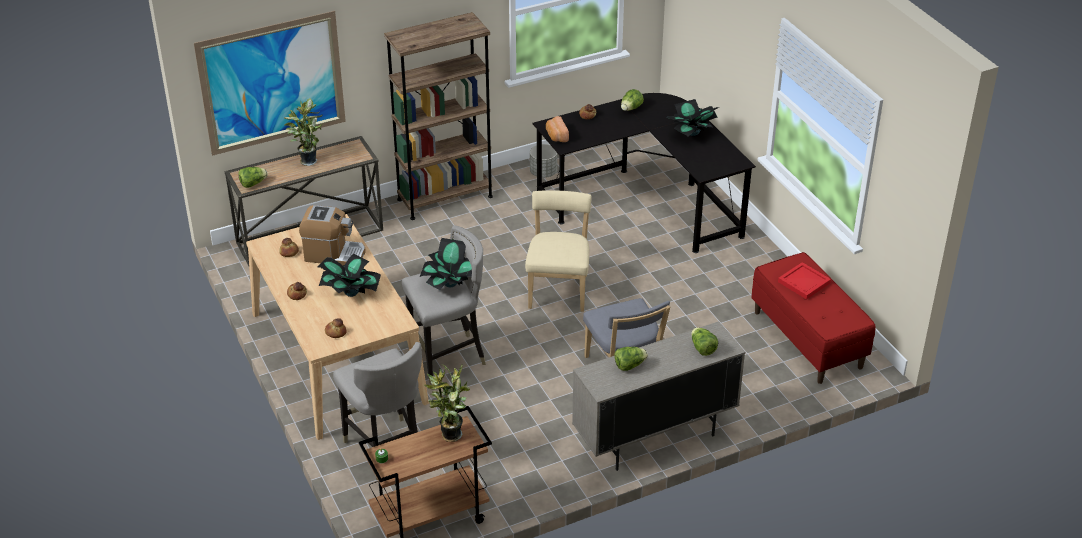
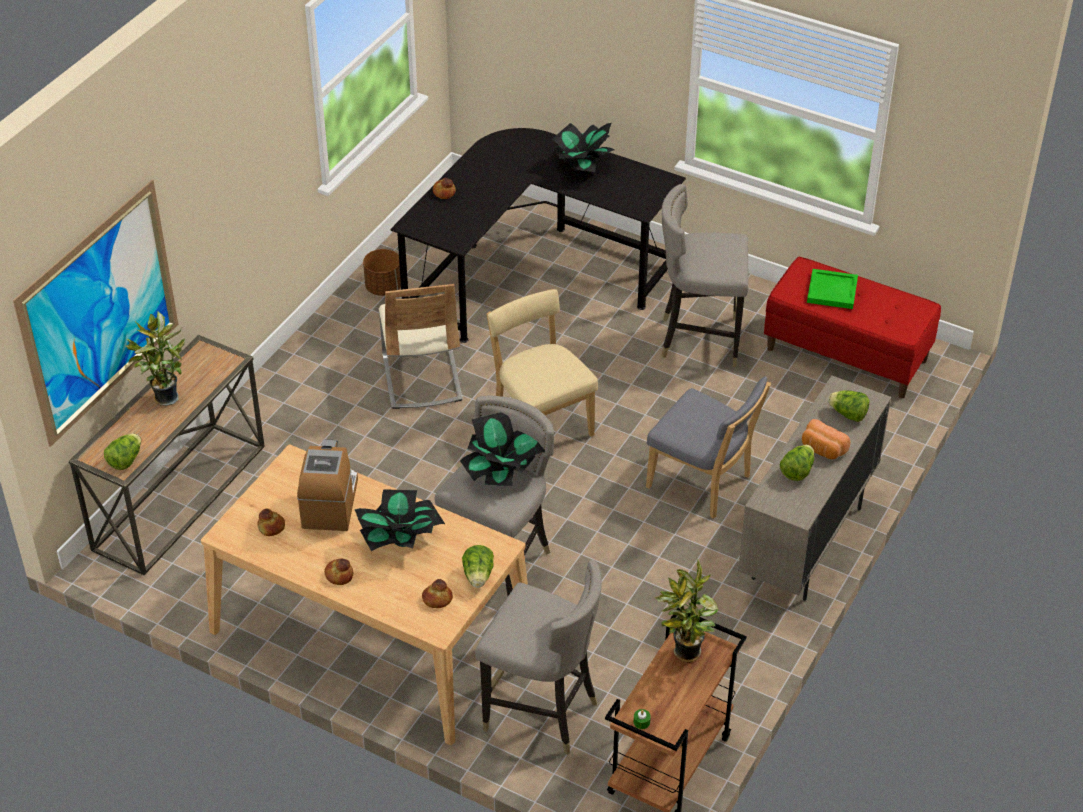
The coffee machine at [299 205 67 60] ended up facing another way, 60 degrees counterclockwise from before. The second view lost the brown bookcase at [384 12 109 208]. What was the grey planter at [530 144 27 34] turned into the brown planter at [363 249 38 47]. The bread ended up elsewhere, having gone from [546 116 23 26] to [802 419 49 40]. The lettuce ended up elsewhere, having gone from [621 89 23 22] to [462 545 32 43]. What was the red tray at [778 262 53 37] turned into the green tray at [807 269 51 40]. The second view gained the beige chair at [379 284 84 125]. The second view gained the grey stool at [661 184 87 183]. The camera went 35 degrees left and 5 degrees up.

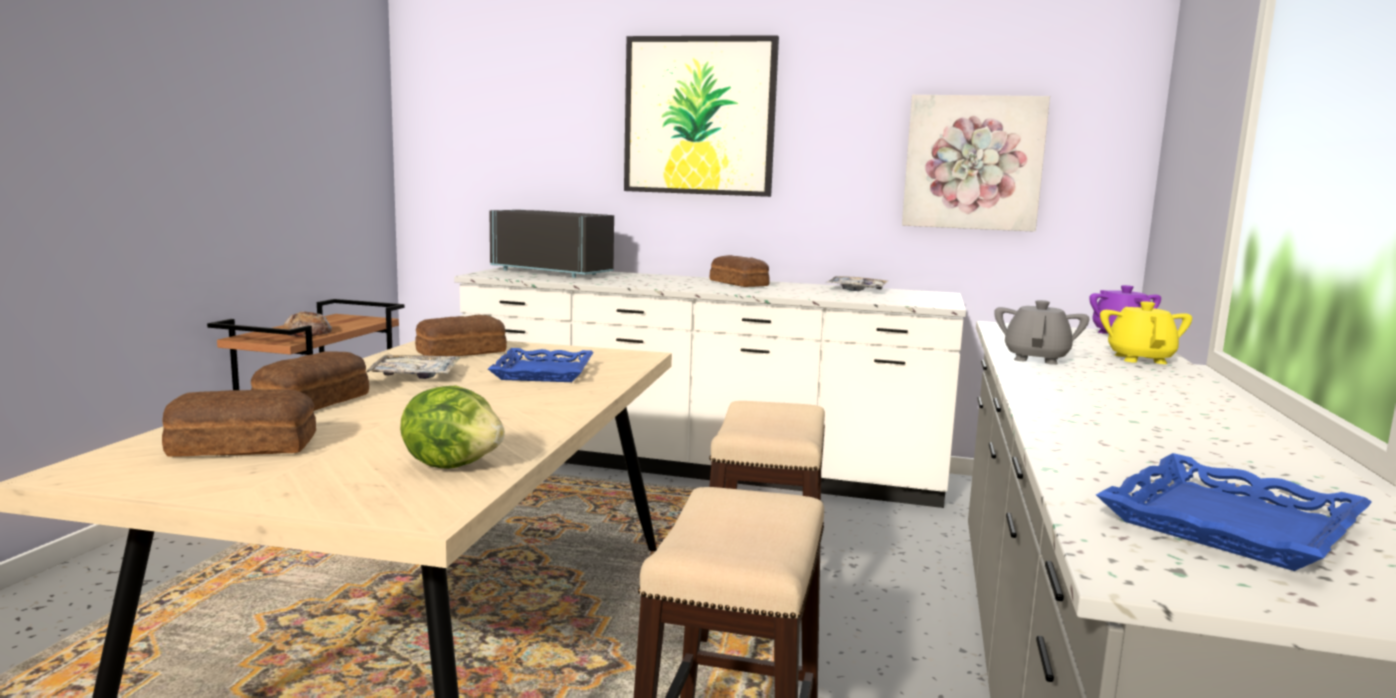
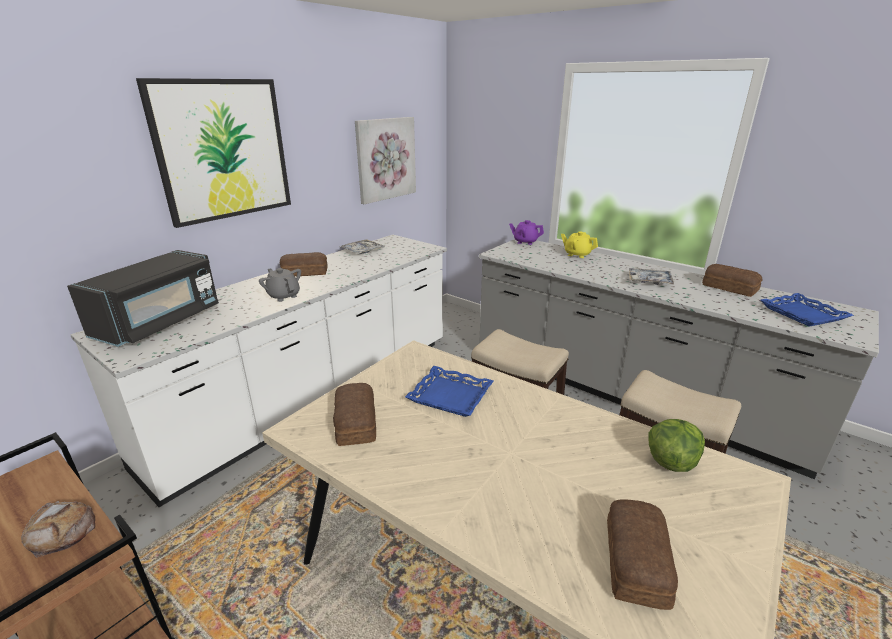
The bread ended up elsewhere, having gone from [251 351 118 60] to [702 264 61 33]. The tray ended up elsewhere, having gone from [366 355 94 24] to [629 268 45 17]. The black microwave at [489 210 125 68] ended up facing another way, 150 degrees clockwise from before. The grey teapot ended up elsewhere, having gone from [994 300 95 65] to [259 268 42 34]. The camera went 65 degrees left and 15 degrees up.

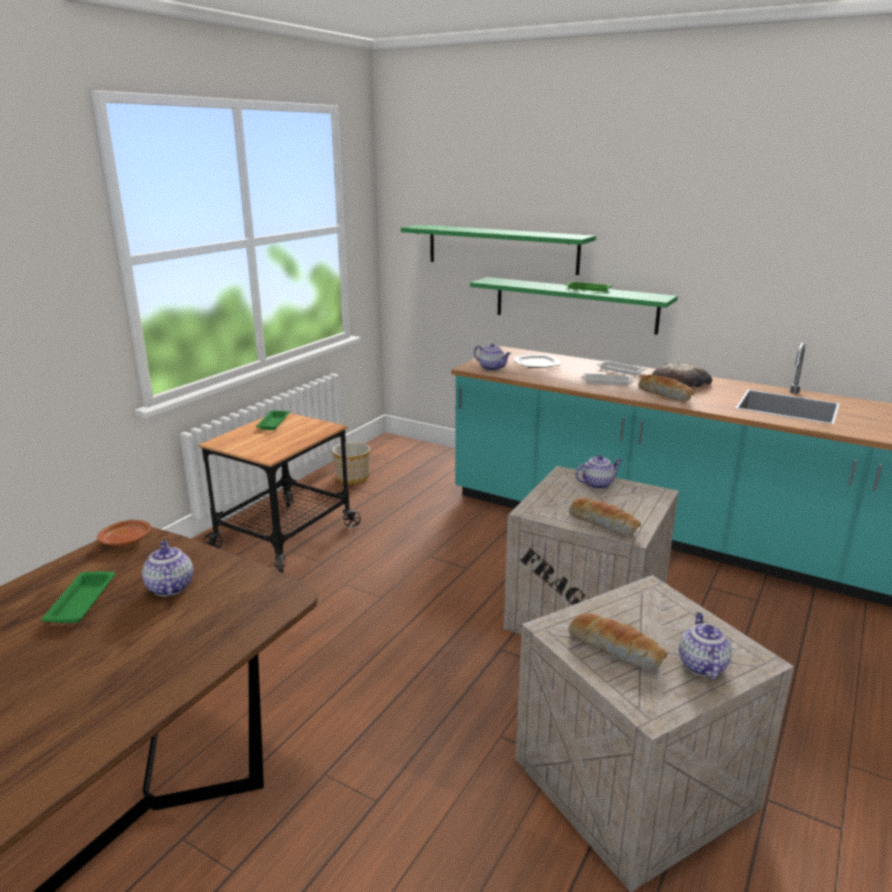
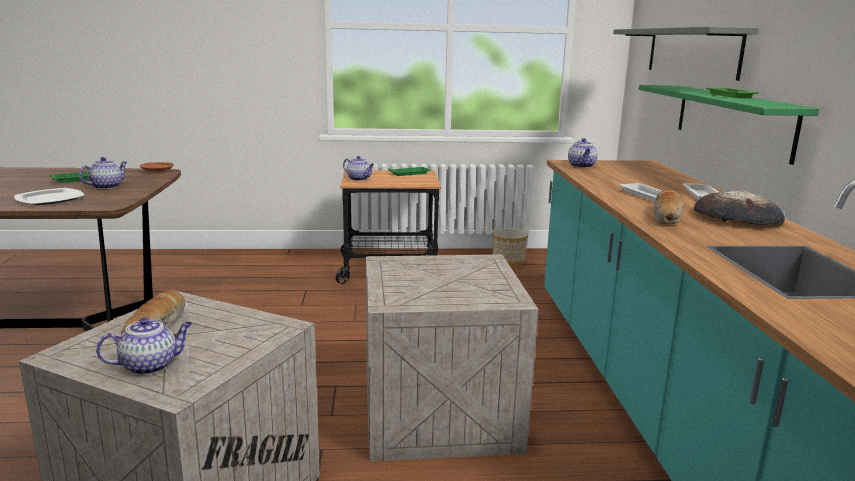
What was the green shelf at [401 225 195 50] turned into the grey shelf at [613 27 145 54]. The plate ended up elsewhere, having gone from [514 354 47 14] to [14 188 71 17]. The second view lost the bread at [569 498 72 38]. The teapot ended up elsewhere, having gone from [575 455 47 34] to [343 156 32 25]. The camera went 55 degrees right and 5 degrees down.

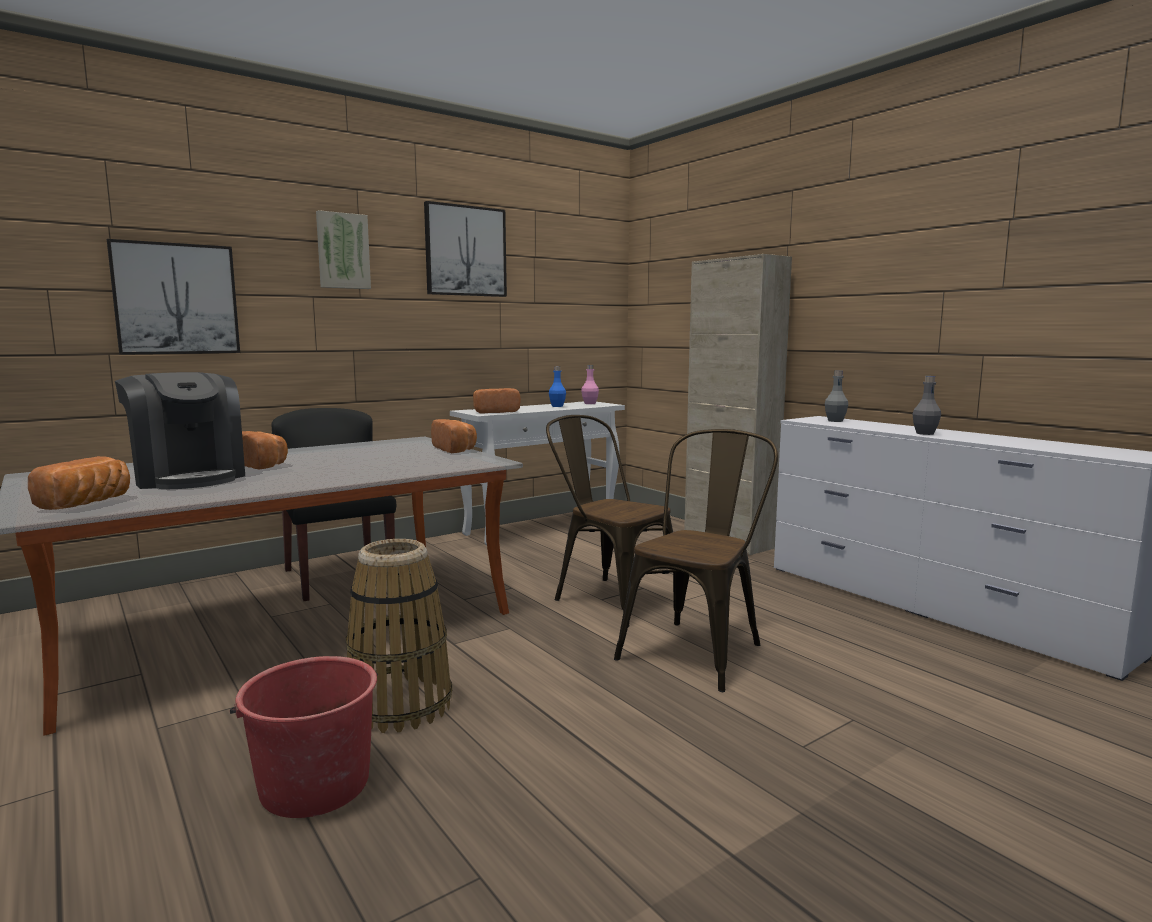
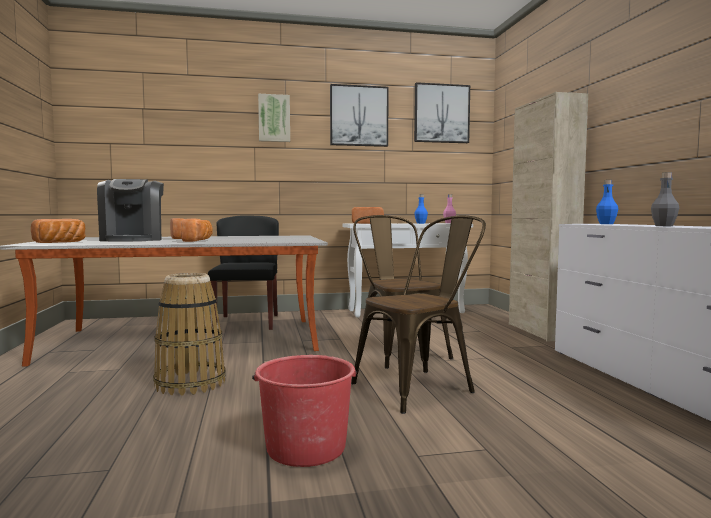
The picture ended up elsewhere, having gone from [107 239 133 116] to [414 82 56 61]. The red bucket ended up elsewhere, having gone from [230 656 148 162] to [252 355 105 112]. The bread ended up elsewhere, having gone from [431 419 46 34] to [181 219 32 23]. What was the grey bottle at [825 370 23 52] turned into the blue bottle at [596 180 22 44]. The camera went 25 degrees right and 5 degrees down.

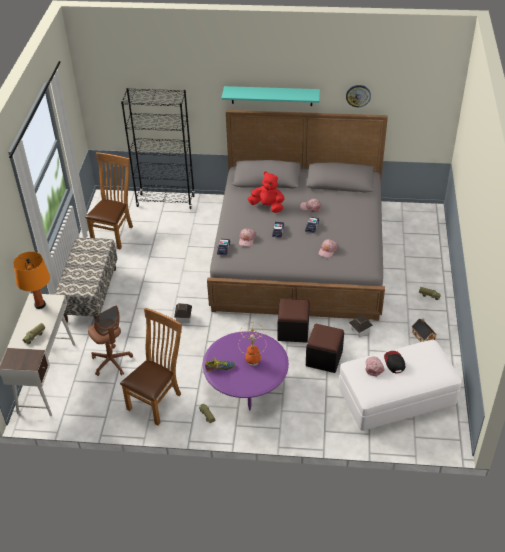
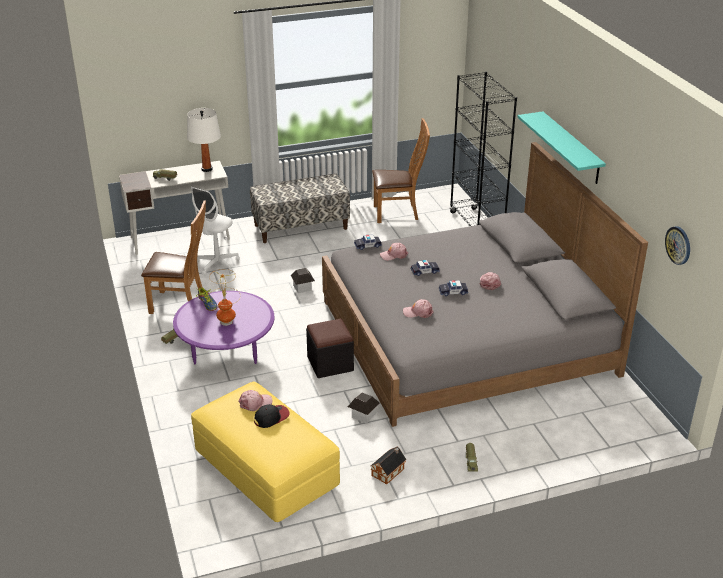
What was the orange table lamp at [13 252 37 57] turned into the white table lamp at [187 108 34 64]. What was the brown office chair at [88 306 45 70] turned into the white office chair at [191 187 48 89]. The second view lost the red plush toy at [248 172 37 41]. The second view lost the black ottoman at [306 324 38 49]. What was the white ottoman at [339 340 123 91] turned into the yellow ottoman at [191 382 149 140]. The wall clock ended up elsewhere, having gone from [346 85 25 22] to [665 226 25 39]. The camera went 65 degrees right and 10 degrees down.

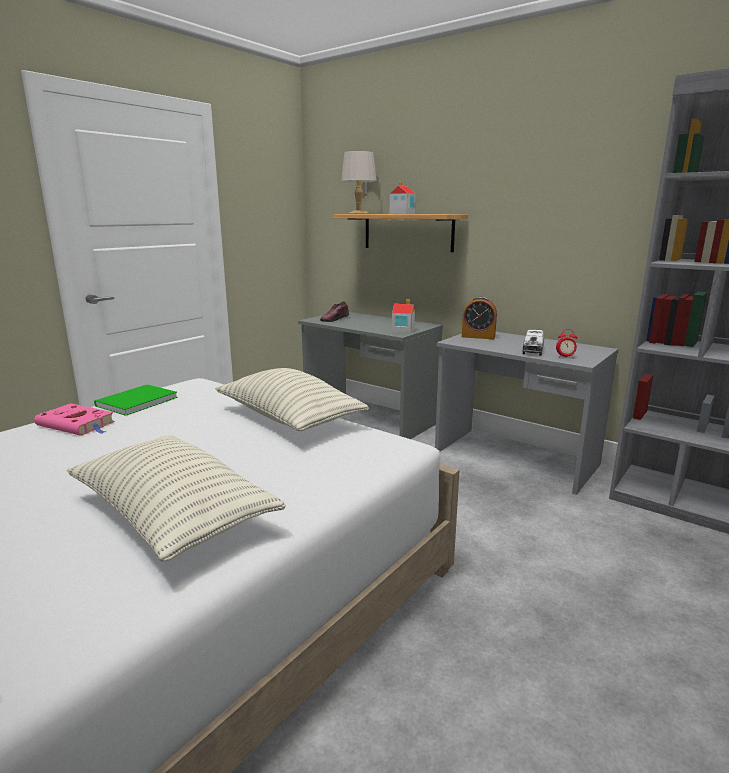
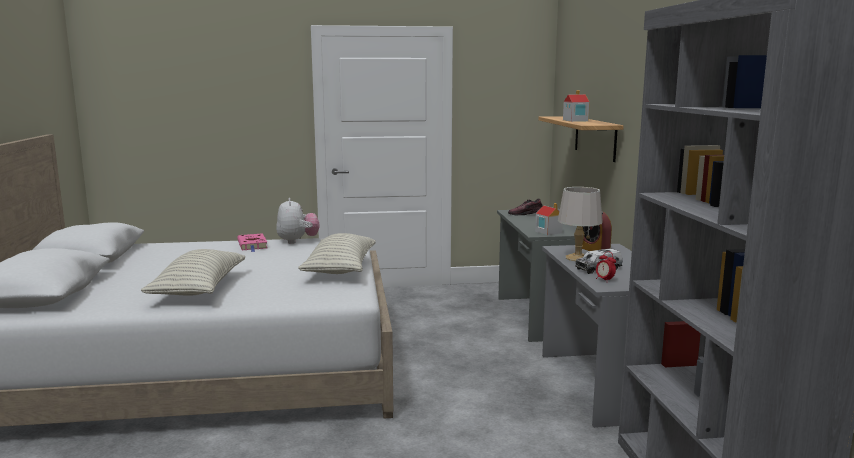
Where the green book stood at [94 384 84 32], the plush toy came to stand at [276 198 43 46]. The grey table lamp ended up elsewhere, having gone from [341 151 36 63] to [558 187 45 74]. The camera went 45 degrees right and 5 degrees down.

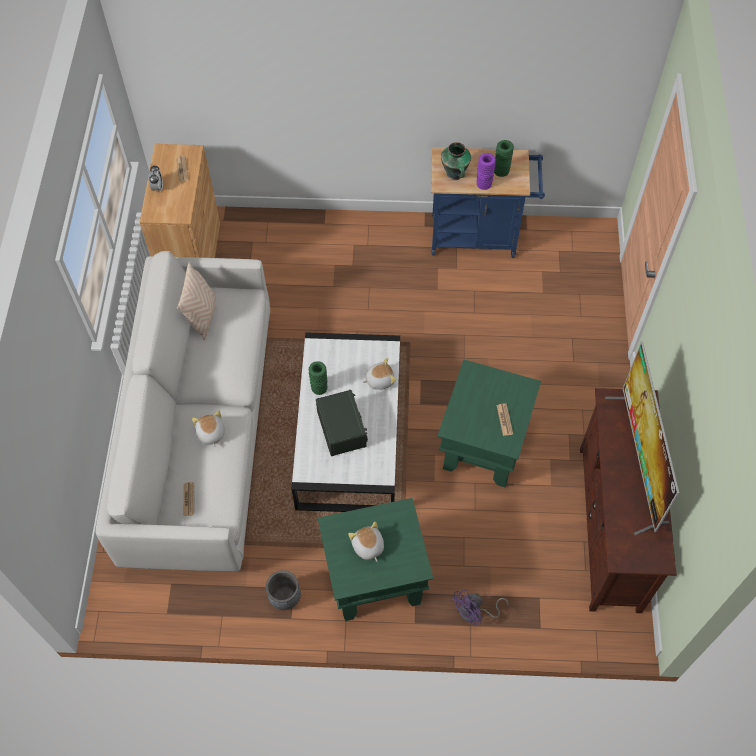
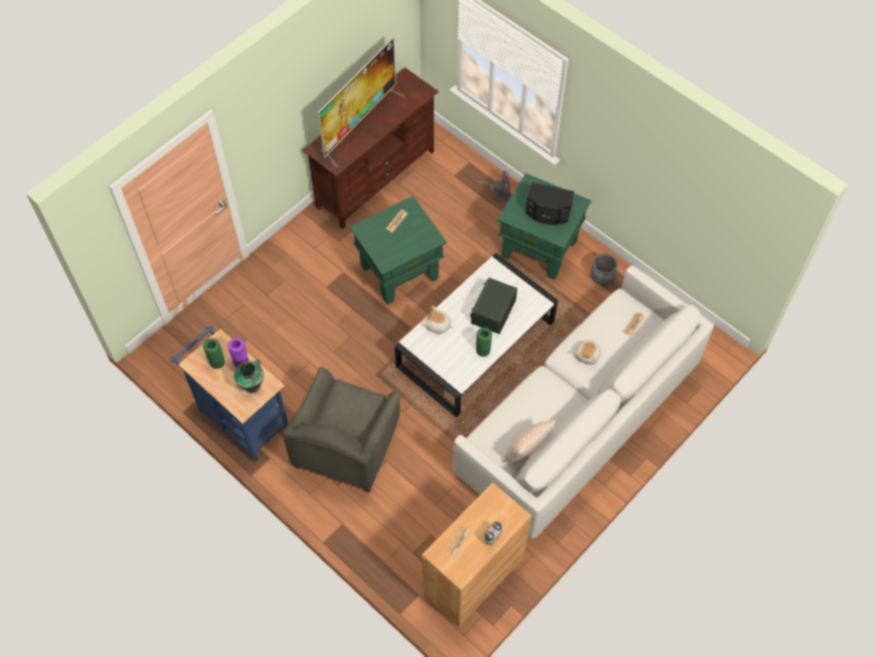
Where the plush toy stood at [348 521 36 41], the black speaker came to stand at [526 182 48 43]. The second view gained the grey armchair at [282 367 119 126]. The camera went 140 degrees left and 0 degrees up.

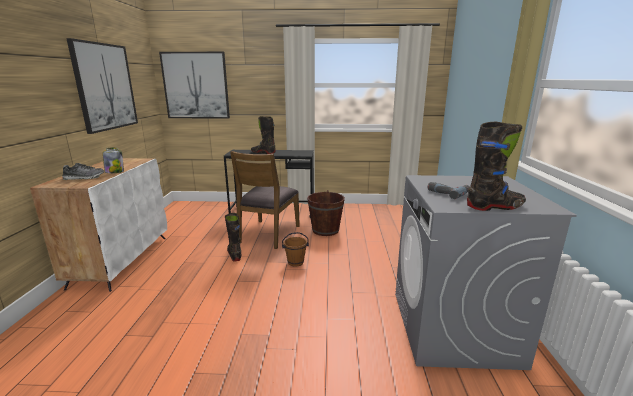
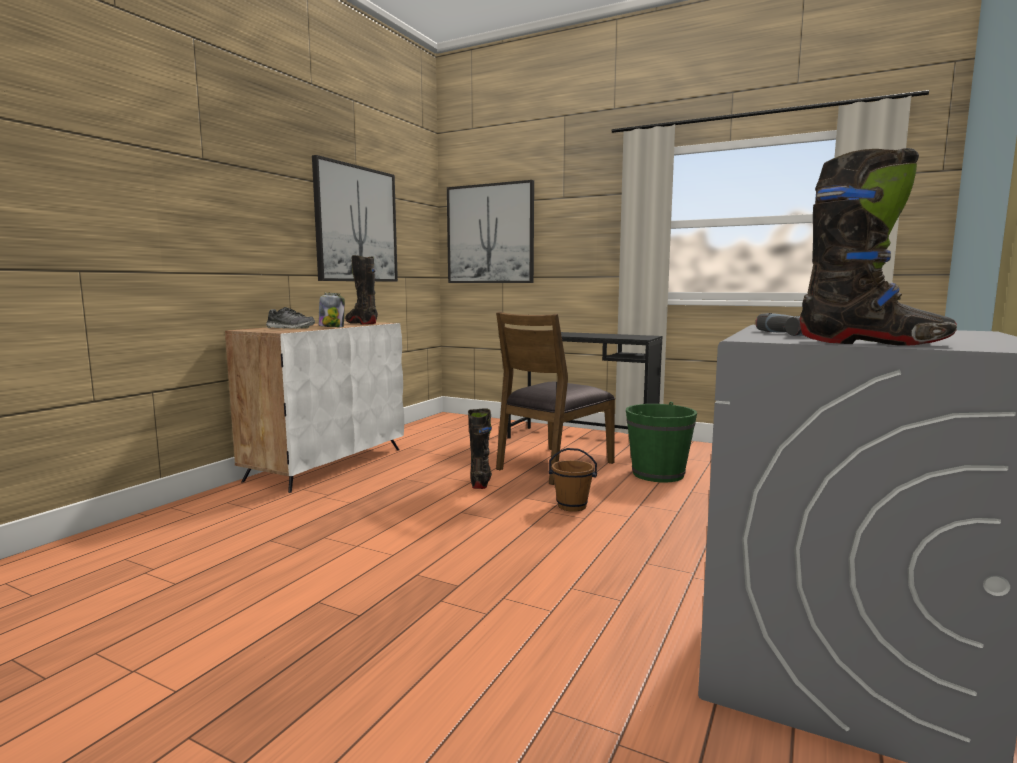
The black boot ended up elsewhere, having gone from [251 116 25 38] to [345 255 33 69]. What was the brown bucket at [307 190 38 46] turned into the green bucket at [626 402 71 81]. The camera went 25 degrees right and 10 degrees down.

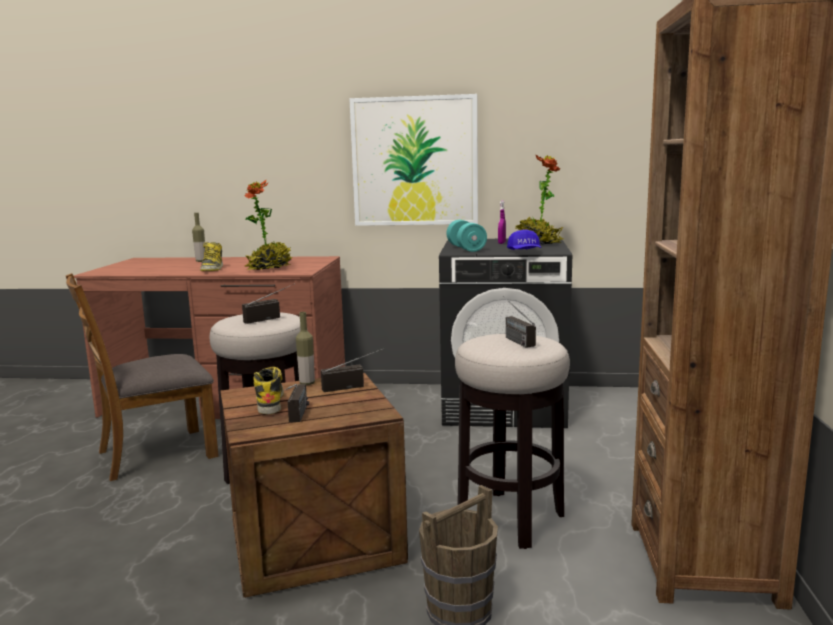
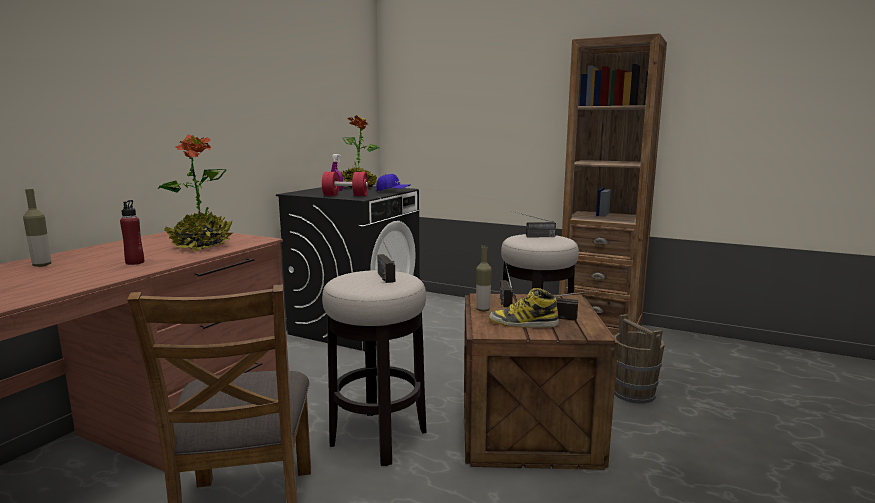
Where the boot stood at [200 242 23 29], the red bottle came to stand at [120 200 24 65]. The second view lost the picture at [349 94 129 132]. What was the turquoise dumbbell at [446 220 41 32] turned into the red dumbbell at [322 172 47 24]. The camera went 70 degrees left and 0 degrees up.

